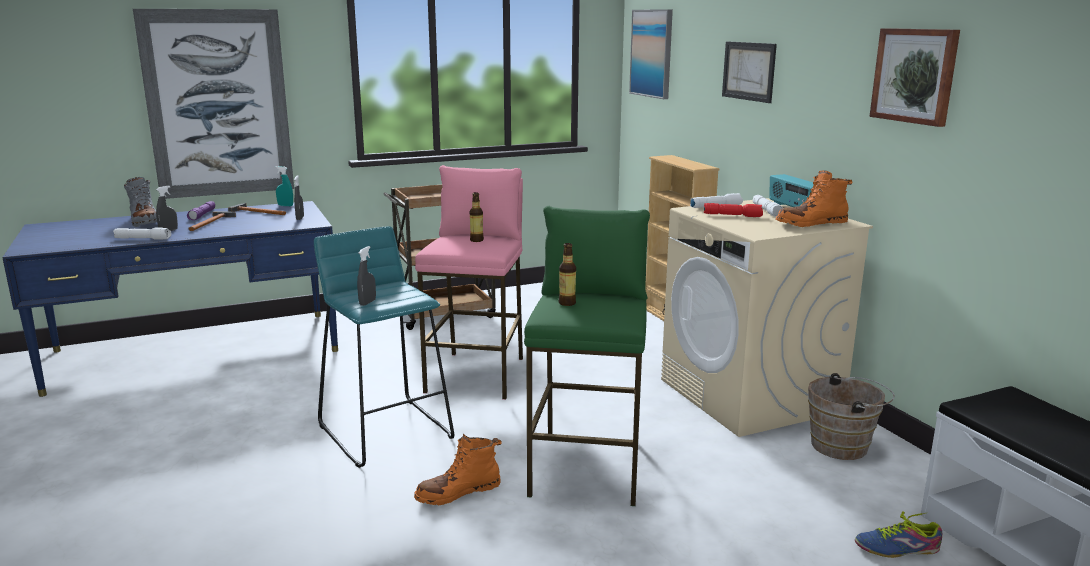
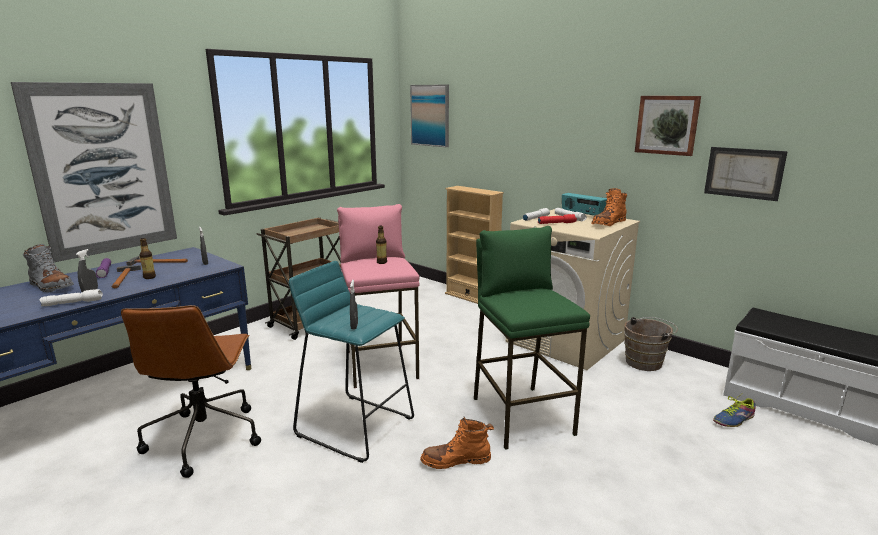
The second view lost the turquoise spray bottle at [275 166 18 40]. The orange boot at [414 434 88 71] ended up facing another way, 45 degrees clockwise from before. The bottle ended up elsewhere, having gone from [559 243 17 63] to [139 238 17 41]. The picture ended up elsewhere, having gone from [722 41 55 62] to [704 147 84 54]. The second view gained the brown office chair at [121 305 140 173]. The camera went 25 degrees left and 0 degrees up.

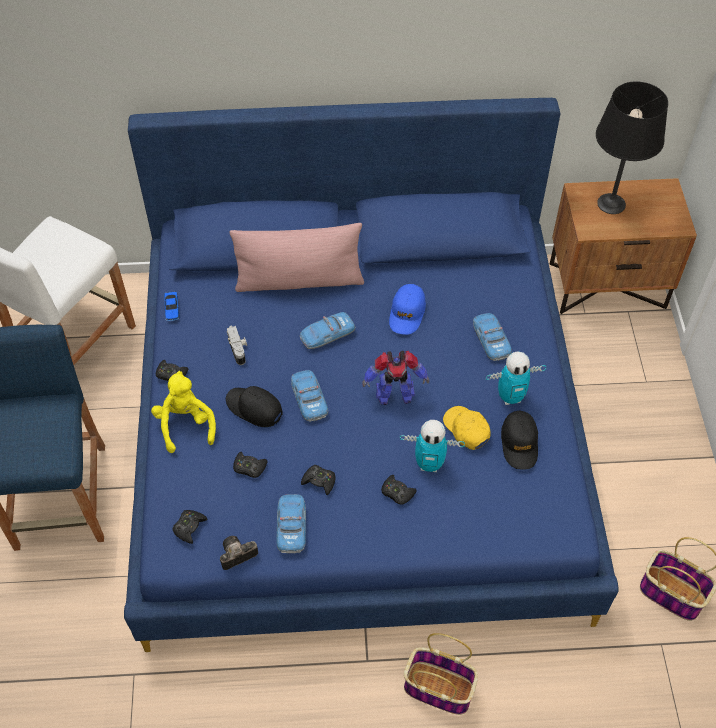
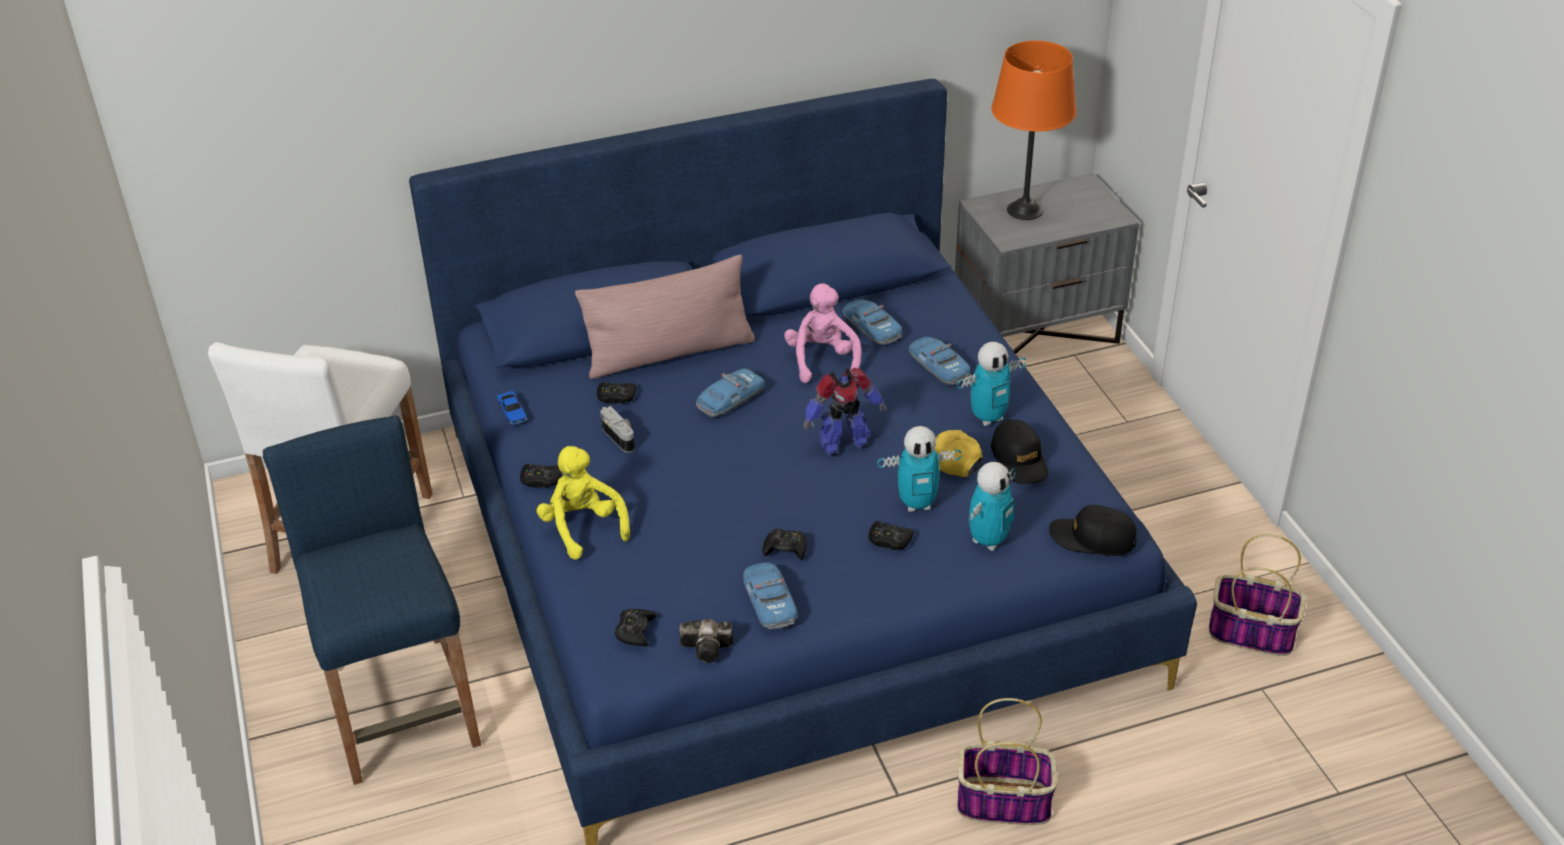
The photo camera at [220 536 38 34] ended up facing another way, 135 degrees counterclockwise from before. The black cap ended up elsewhere, having gone from [226 386 57 41] to [1049 505 88 51]. The black game controller ended up elsewhere, having gone from [233 452 35 26] to [597 382 39 22]. The toy car ended up elsewhere, having gone from [291 370 37 52] to [843 299 59 46]. Where the blue cap stood at [389 284 37 51], the pink plush toy came to stand at [784 283 78 100]. What was the brown nightstand at [549 178 148 136] turned into the grey nightstand at [955 173 184 181]. What was the black table lamp at [596 82 72 132] turned into the orange table lamp at [991 40 85 180]. The second view gained the toy robot at [968 462 48 89]. The camera went 15 degrees left and 15 degrees down.

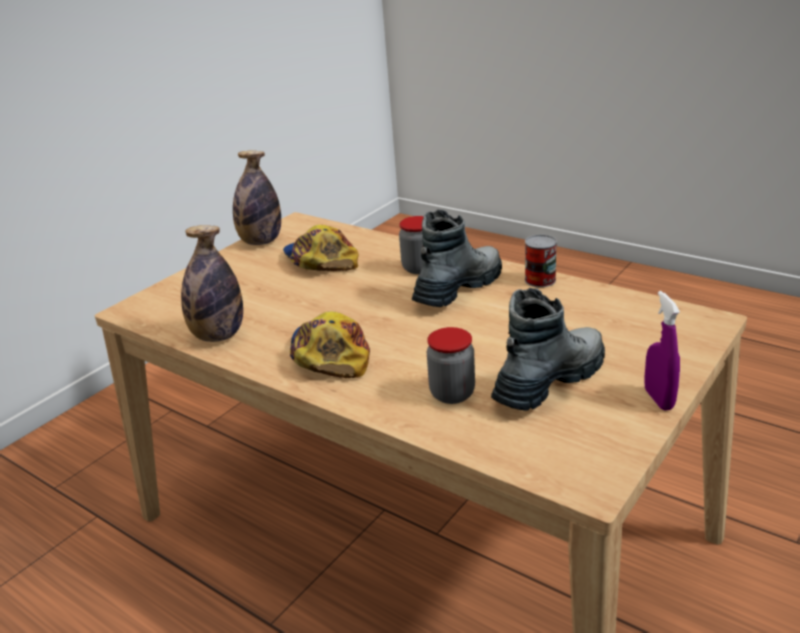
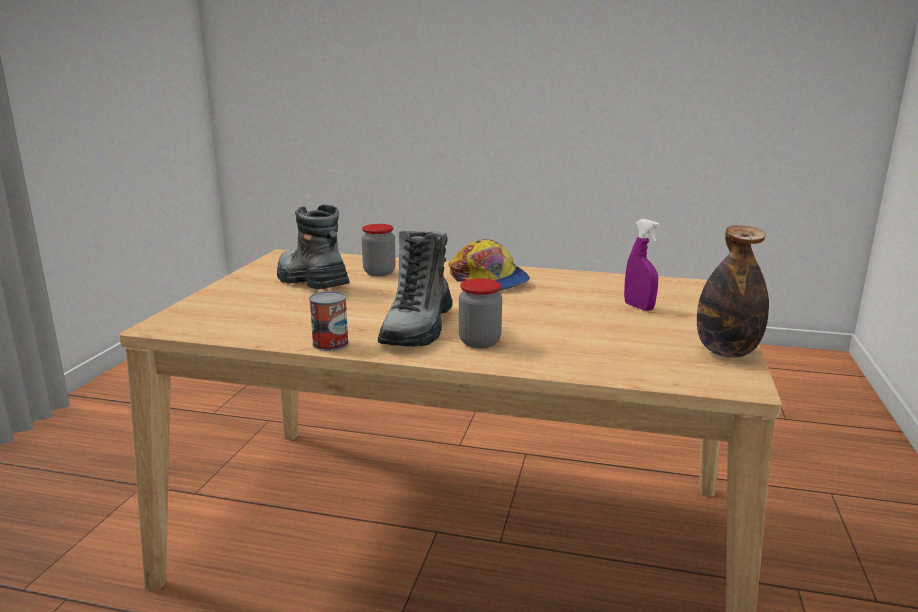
The second view lost the bottle at [181 225 62 117]. The second view lost the cap at [283 225 76 46]. The boot at [491 288 114 123] ended up facing another way, 120 degrees clockwise from before. The purple spray bottle ended up elsewhere, having gone from [644 291 36 119] to [624 219 36 92]. The camera went 155 degrees right and 10 degrees down.

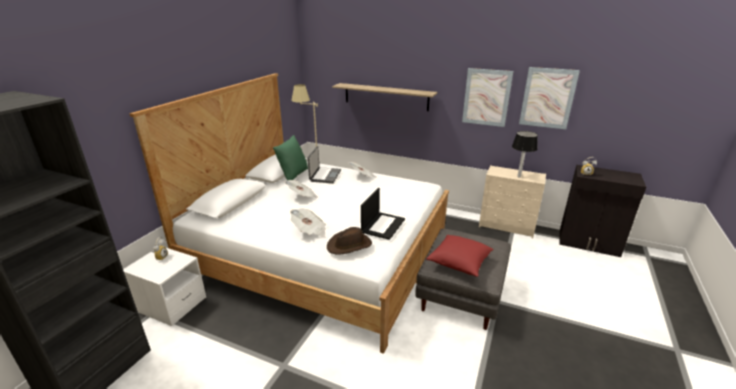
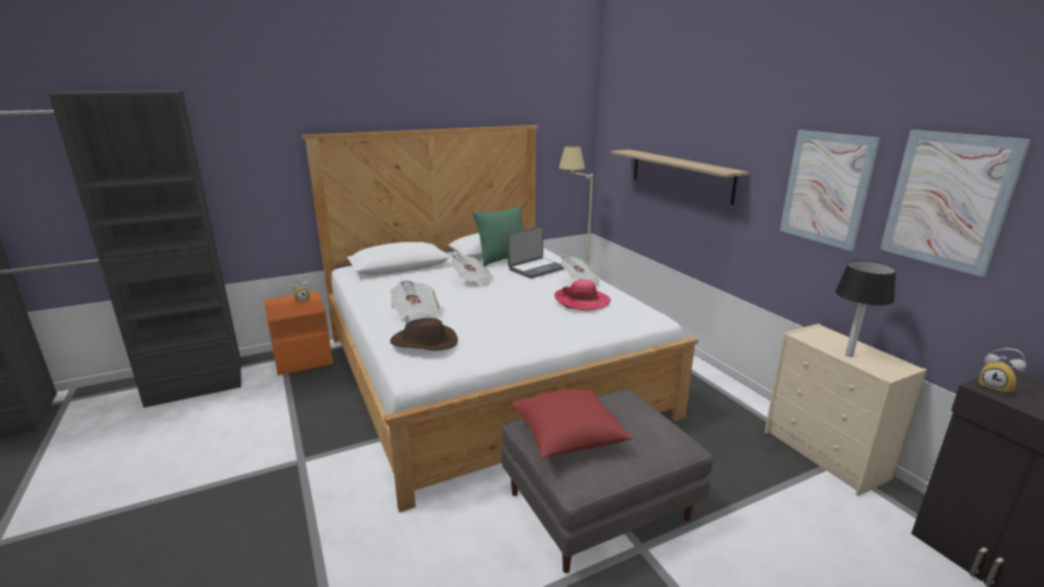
What was the white nightstand at [123 248 83 78] turned into the orange nightstand at [264 291 69 85]. The second view lost the laptop at [361 188 44 52]. The second view gained the hat at [555 279 56 31]. The camera went 40 degrees right and 5 degrees down.

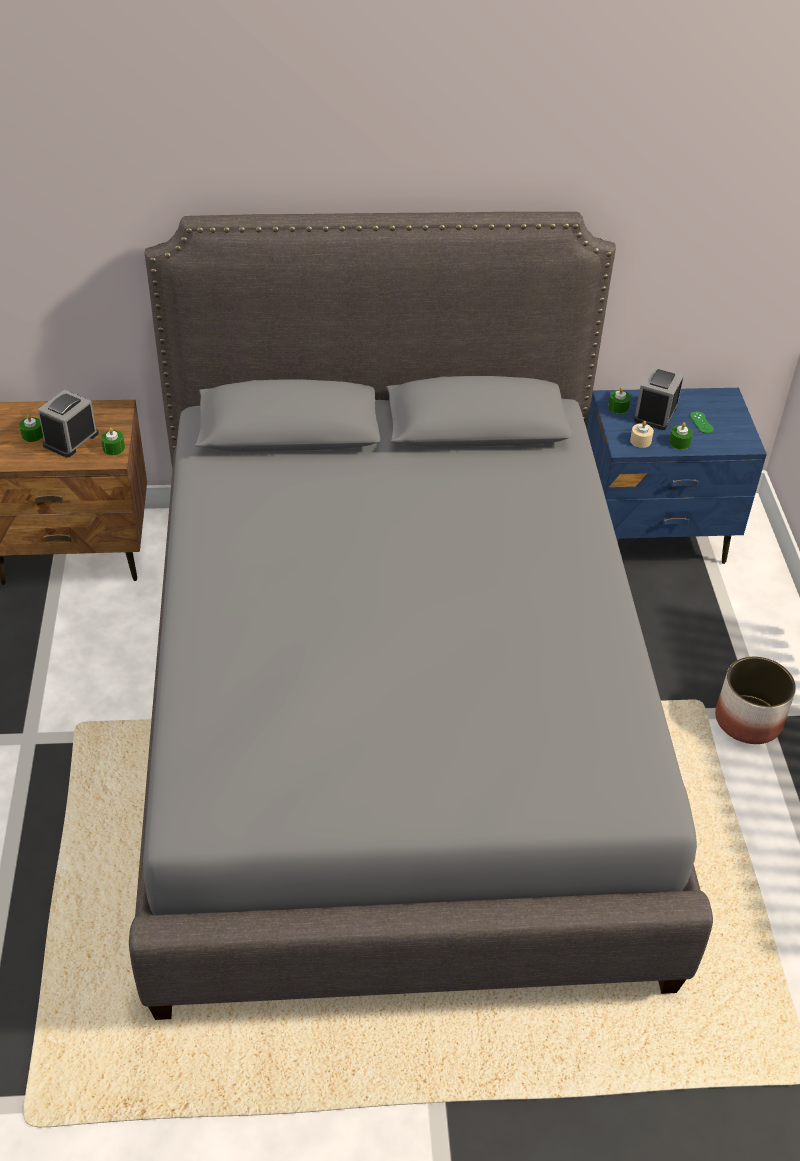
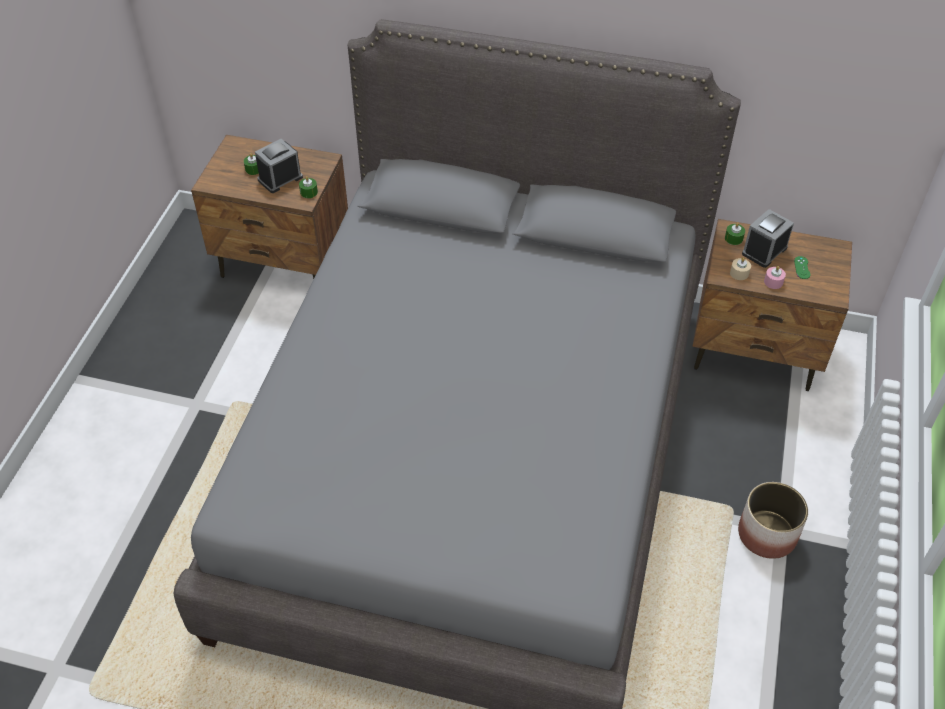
What was the blue nightstand at [587 388 180 176] turned into the brown nightstand at [692 219 160 172]. What was the green candle at [669 422 24 27] turned into the pink candle at [764 266 22 23]. The camera went 20 degrees right and 5 degrees up.

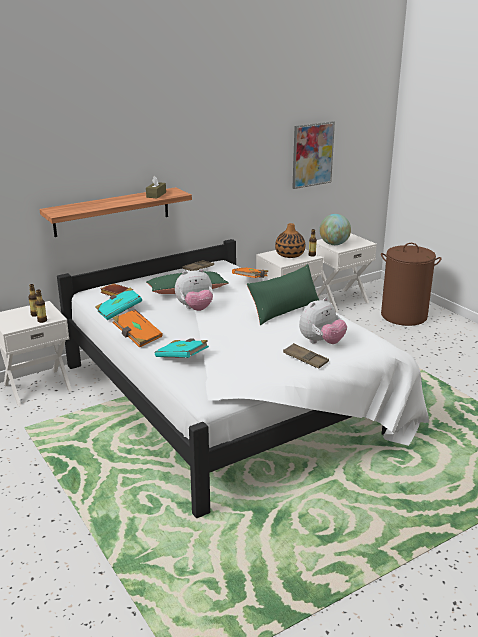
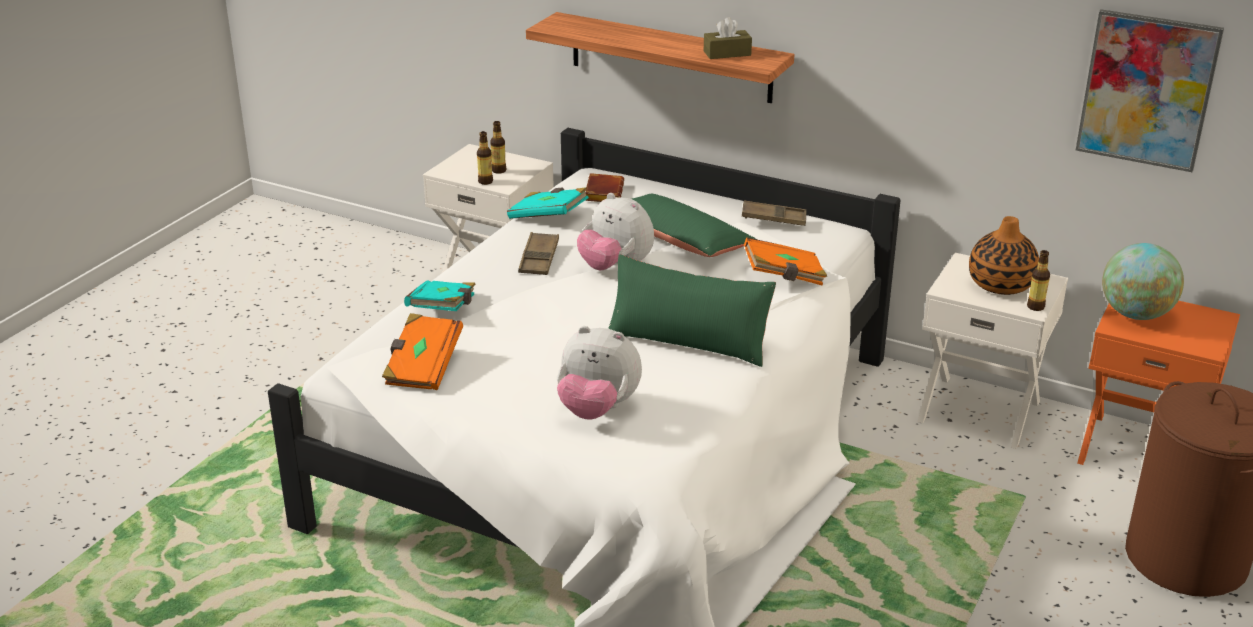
The orange book ended up elsewhere, having gone from [112 309 51 39] to [382 313 81 77]. The brown tray ended up elsewhere, having gone from [283 343 46 26] to [518 232 41 43]. What was the white nightstand at [316 233 61 79] turned into the orange nightstand at [1077 301 163 164]. The camera went 60 degrees right and 5 degrees up.

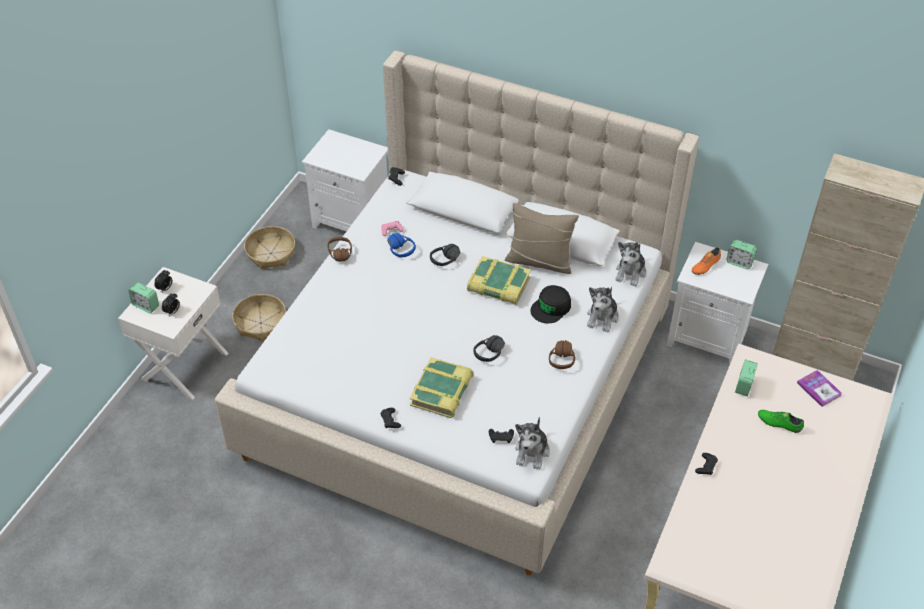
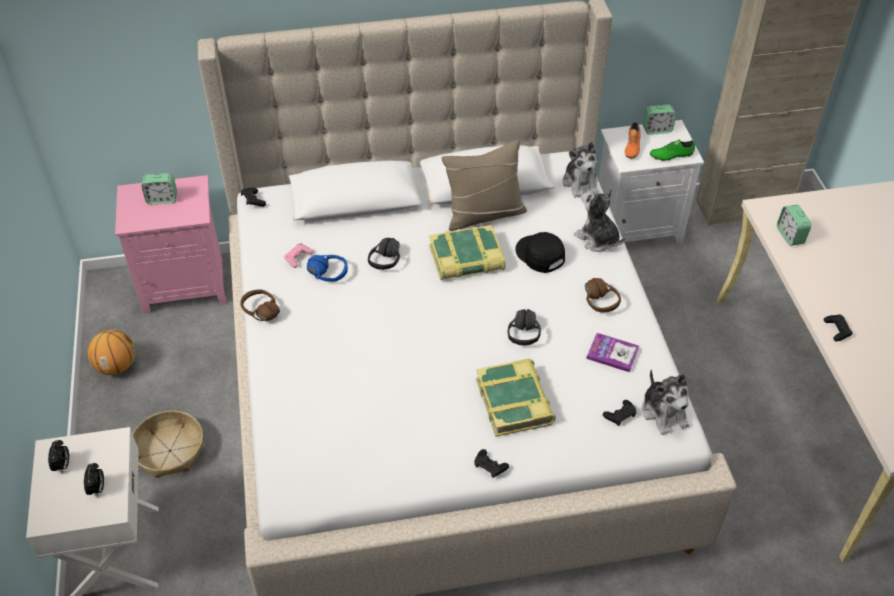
The alarm clock ended up elsewhere, having gone from [128 283 31 30] to [141 173 36 31]. Where the basket stood at [244 226 51 43], the basketball came to stand at [87 330 48 45]. What was the white nightstand at [302 129 86 102] turned into the pink nightstand at [115 175 112 139]. The black cap at [530 285 41 38] ended up facing another way, 135 degrees clockwise from before. The plush toy at [587 286 32 47] ended up facing another way, 150 degrees clockwise from before. The green shoe ended up elsewhere, having gone from [758 410 46 23] to [650 140 45 21]. The book ended up elsewhere, having gone from [797 370 45 37] to [587 333 52 39]. The camera went 35 degrees left and 0 degrees up.

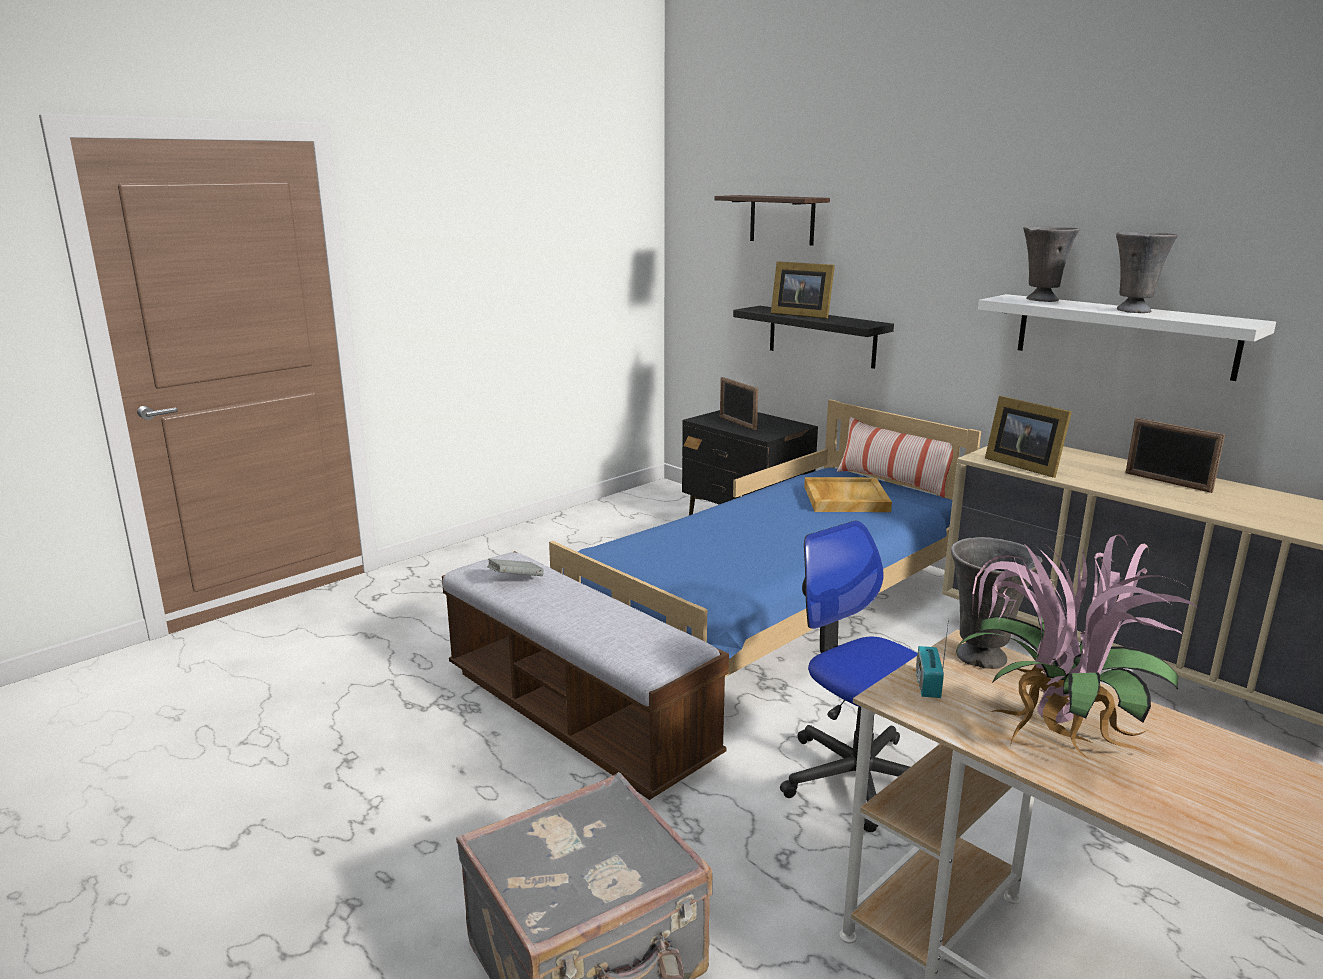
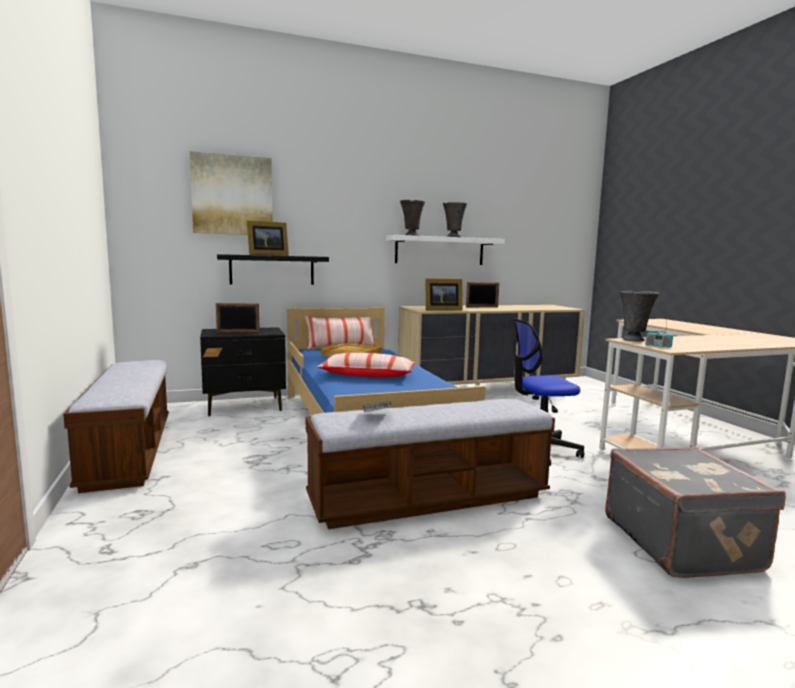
Where the shelf hung at [714 195 116 51], the picture came to hang at [190 151 83 84]. The second view lost the potted plant at [956 534 242 226]. The second view gained the bench at [63 360 106 133]. The second view gained the pillow at [317 353 98 25]. The camera went 65 degrees left and 10 degrees down.

